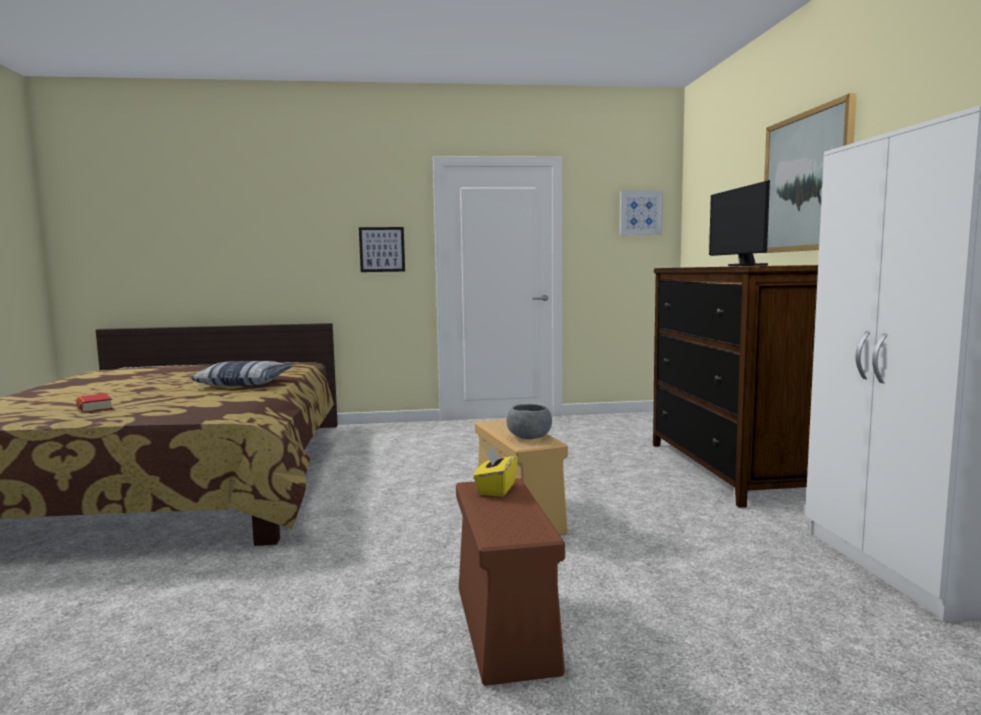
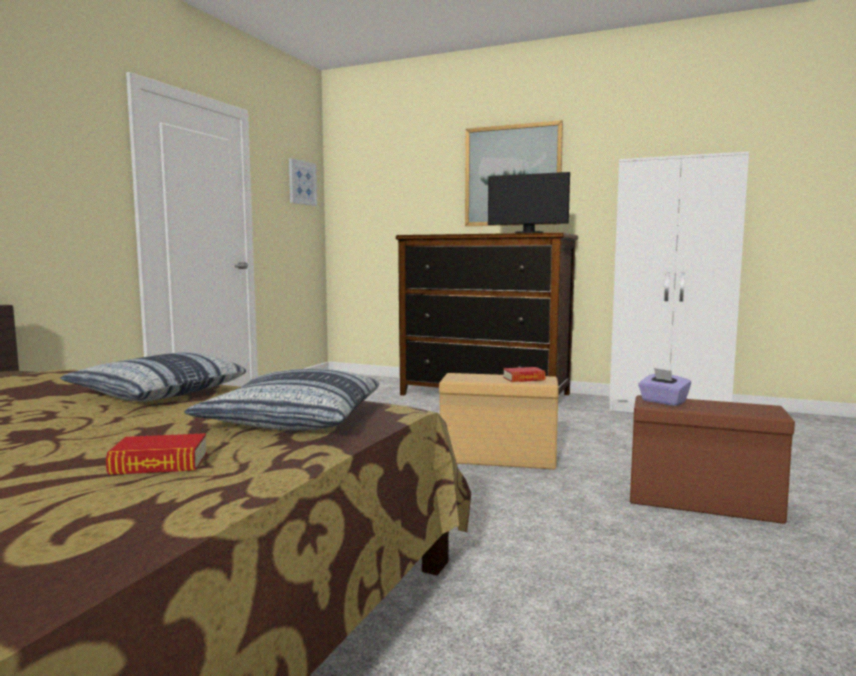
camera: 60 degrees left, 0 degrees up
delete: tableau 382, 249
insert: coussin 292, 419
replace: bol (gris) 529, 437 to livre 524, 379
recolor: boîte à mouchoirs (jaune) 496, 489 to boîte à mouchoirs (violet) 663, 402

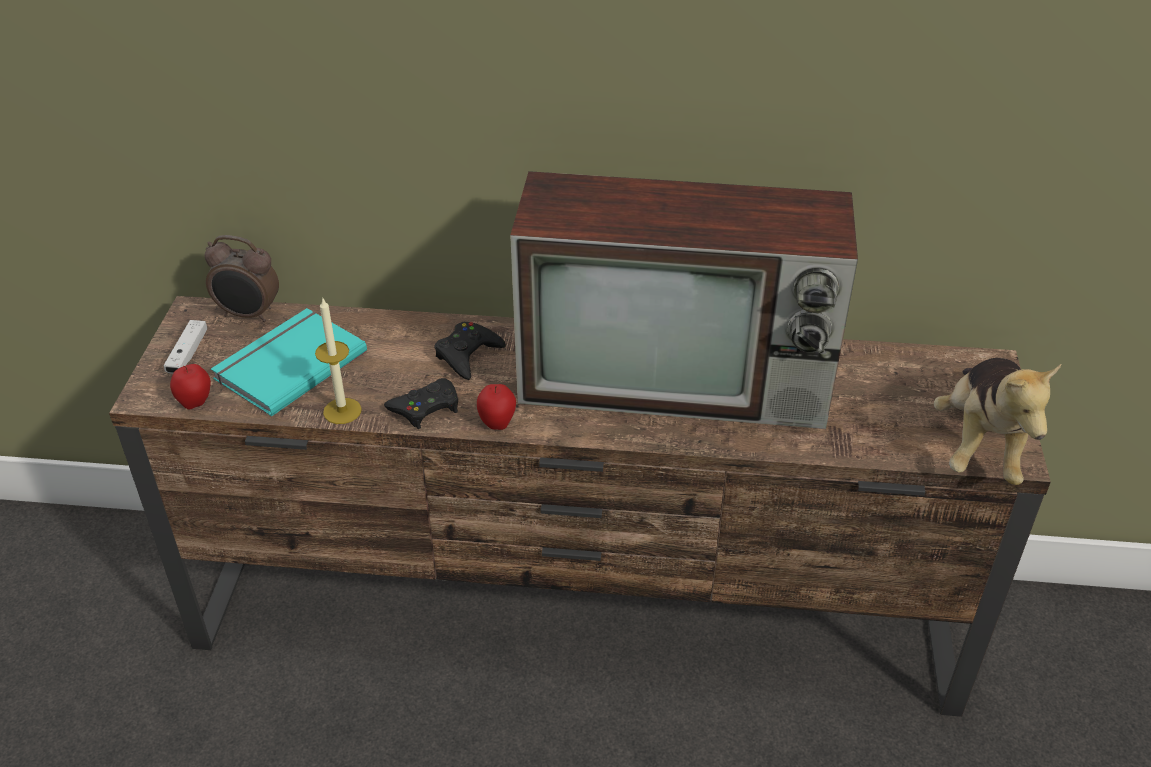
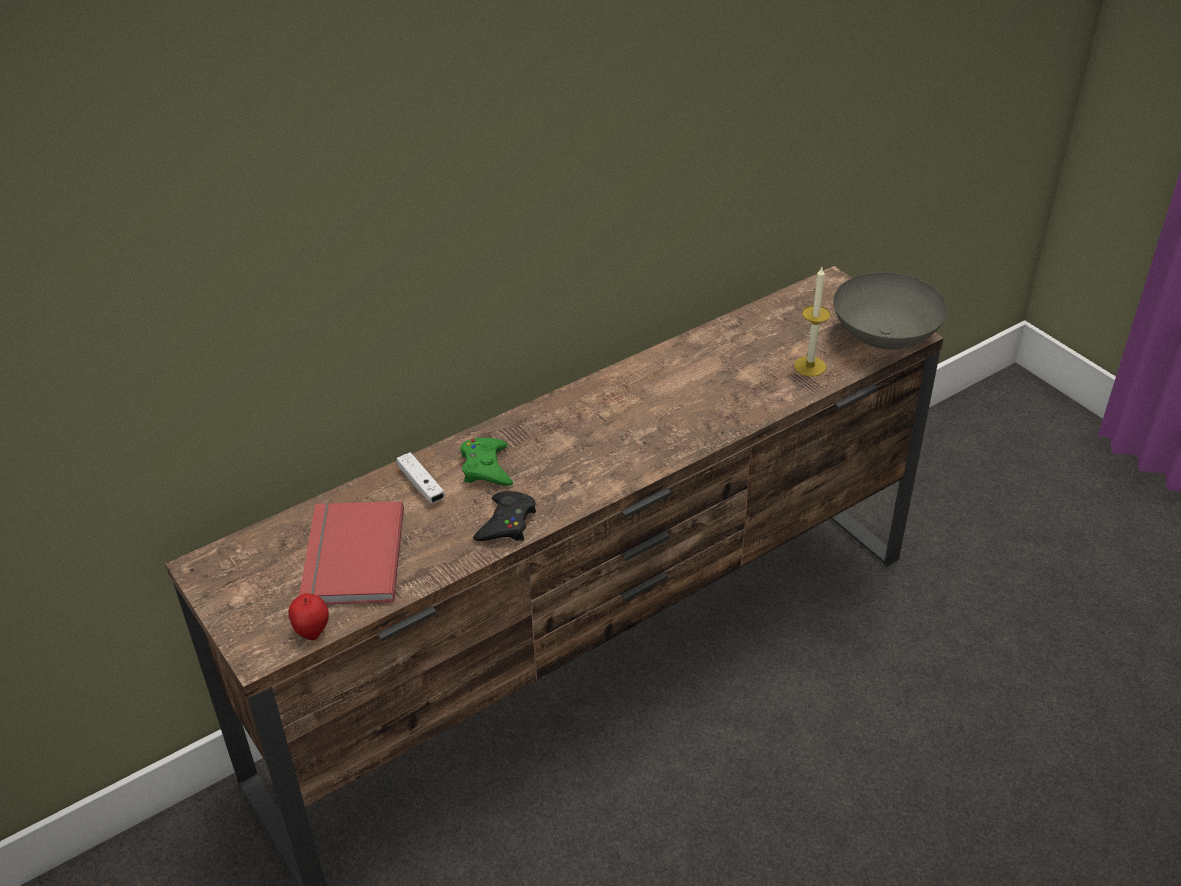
camera: 40 degrees left, 0 degrees up
delete: réveil 249, 315; pomme 497, 423; téléviseur 679, 379
move: manette (blanc) 188, 354 to 421, 485; bougie 342, 411 to 810, 366
replace: peluche 980, 445 to bol (gris) 883, 337
recolor: livre (turquoise) 287, 364 to livre (rouge) 349, 557; manette (noir) 467, 355 to manette (vert) 486, 467

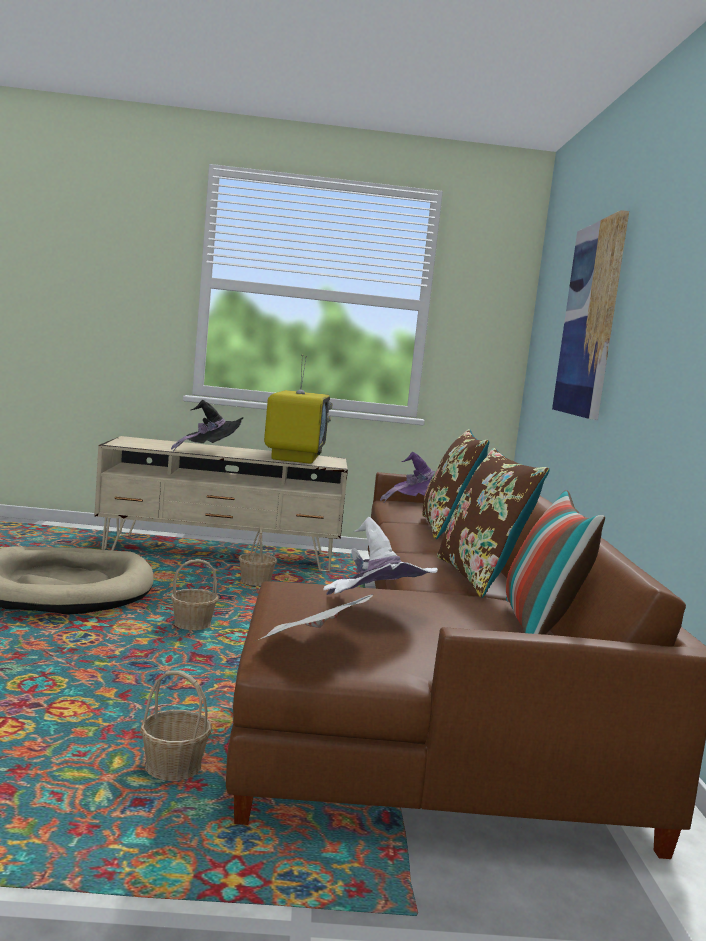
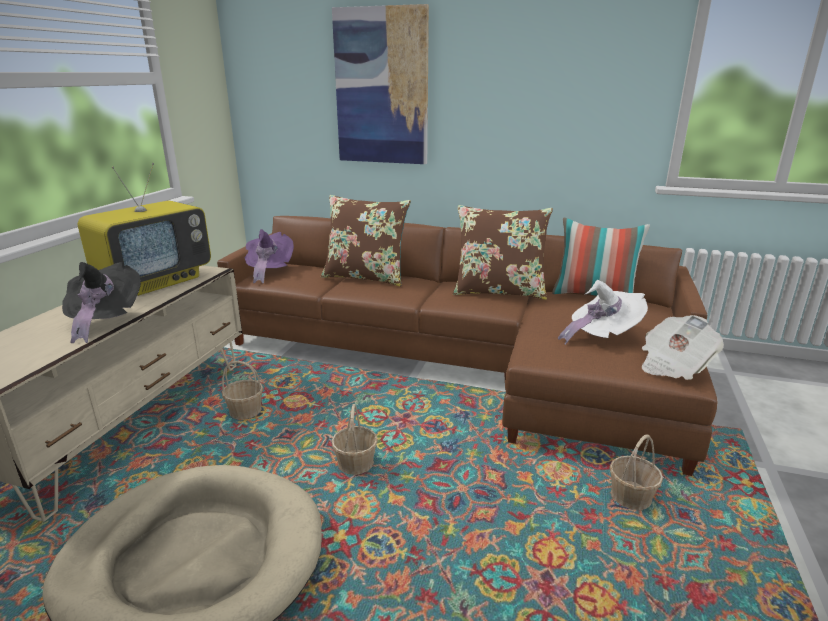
camera: 70 degrees left, 15 degrees up
rotate: téléviseur 295, 457 = 156, 281 105 degrees clockwise

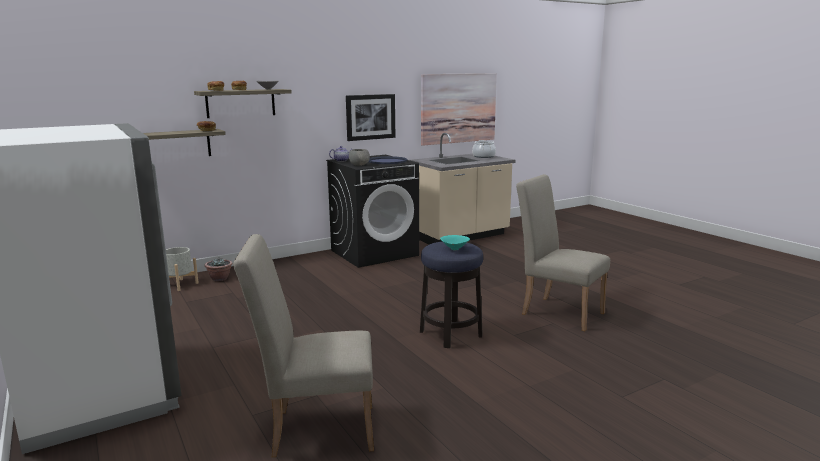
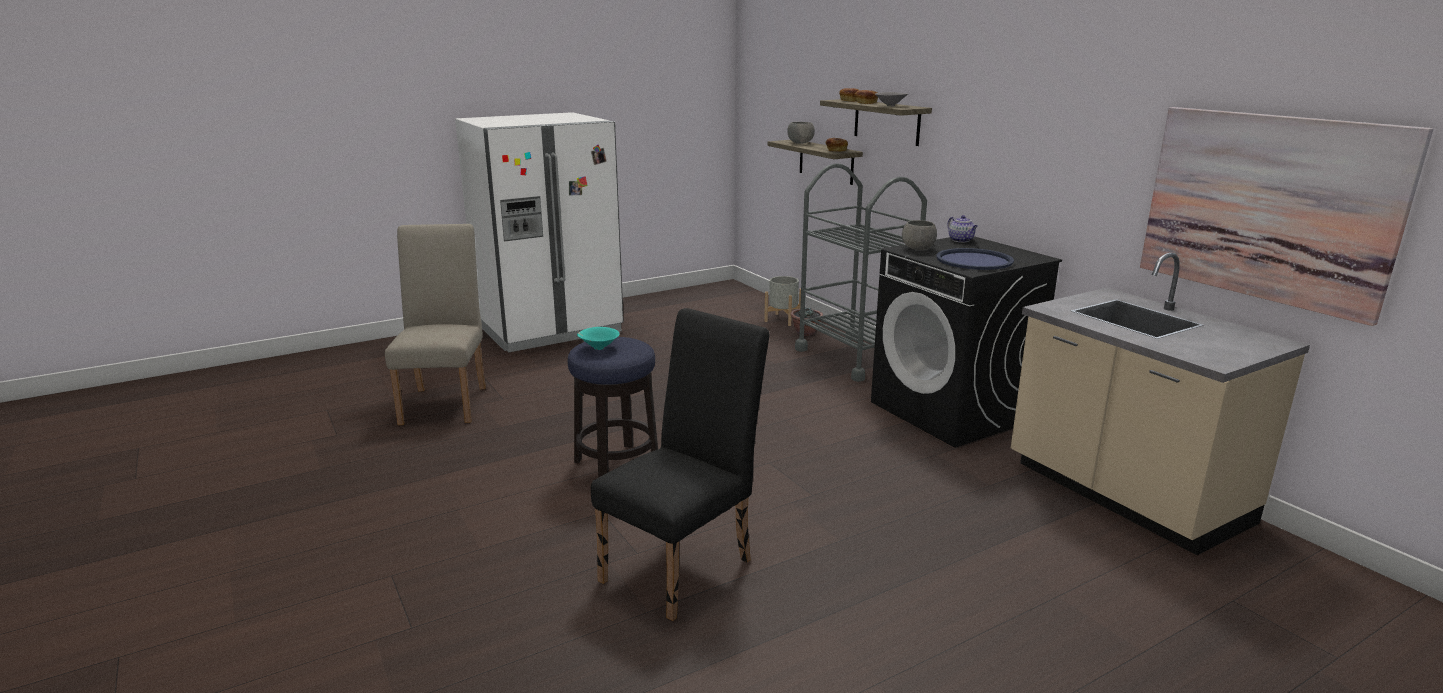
camera: 90 degrees right, 5 degrees up
delete: tableau 370, 117; marmite 483, 156
insert: bol (gris) 800, 143; chariot (gris) 854, 357
recolor: chaise (beige) 557, 311 to chaise (noir) 685, 564

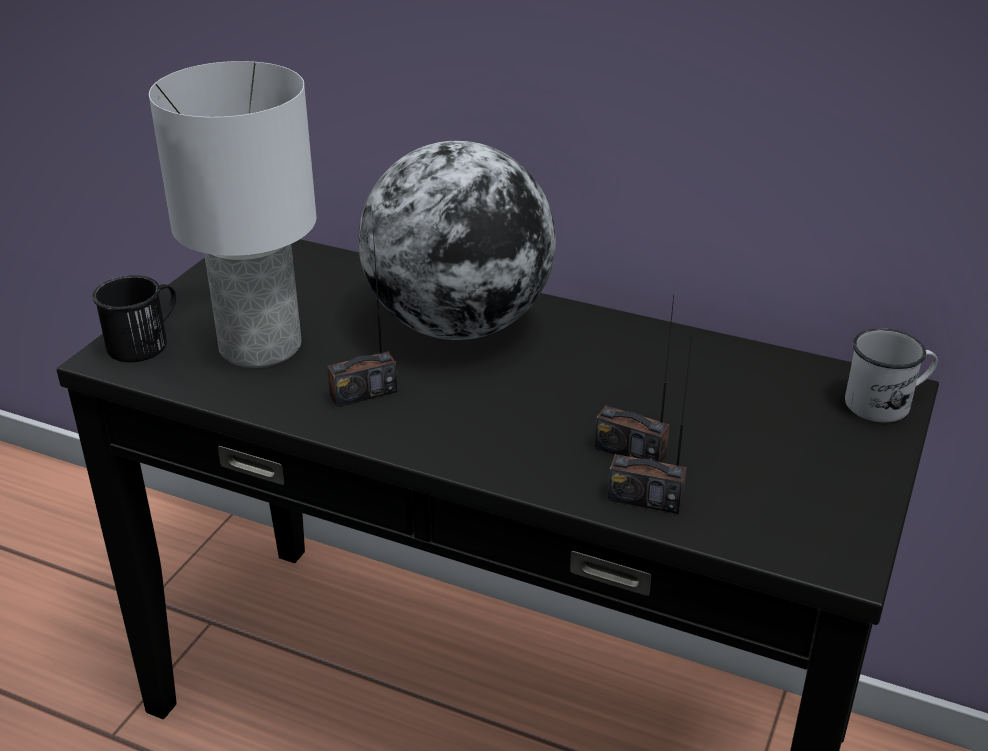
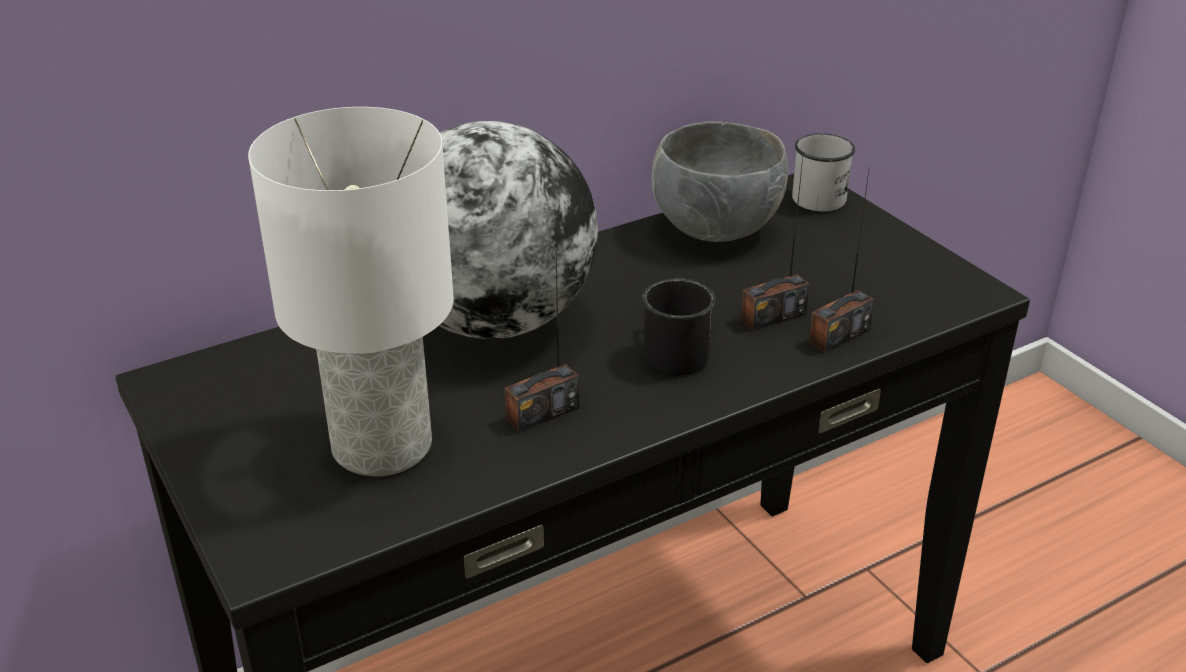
camera: 55 degrees left, 0 degrees up
insert: bol (gris) 714, 229
move: mug (noir) 145, 342 to 672, 351
rotate: radio 363, 393 = 542, 413 45 degrees clockwise

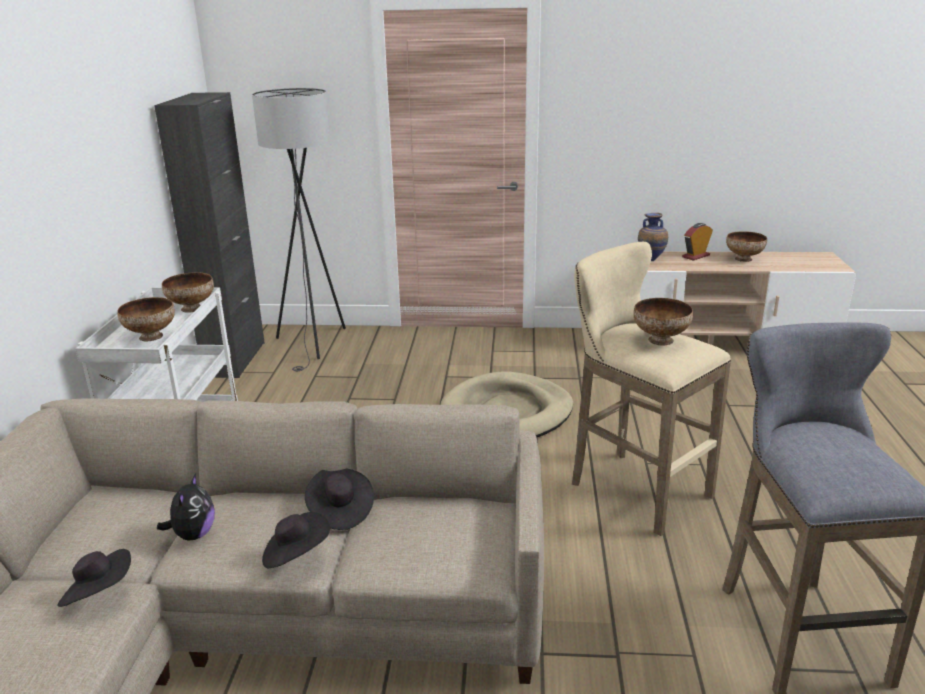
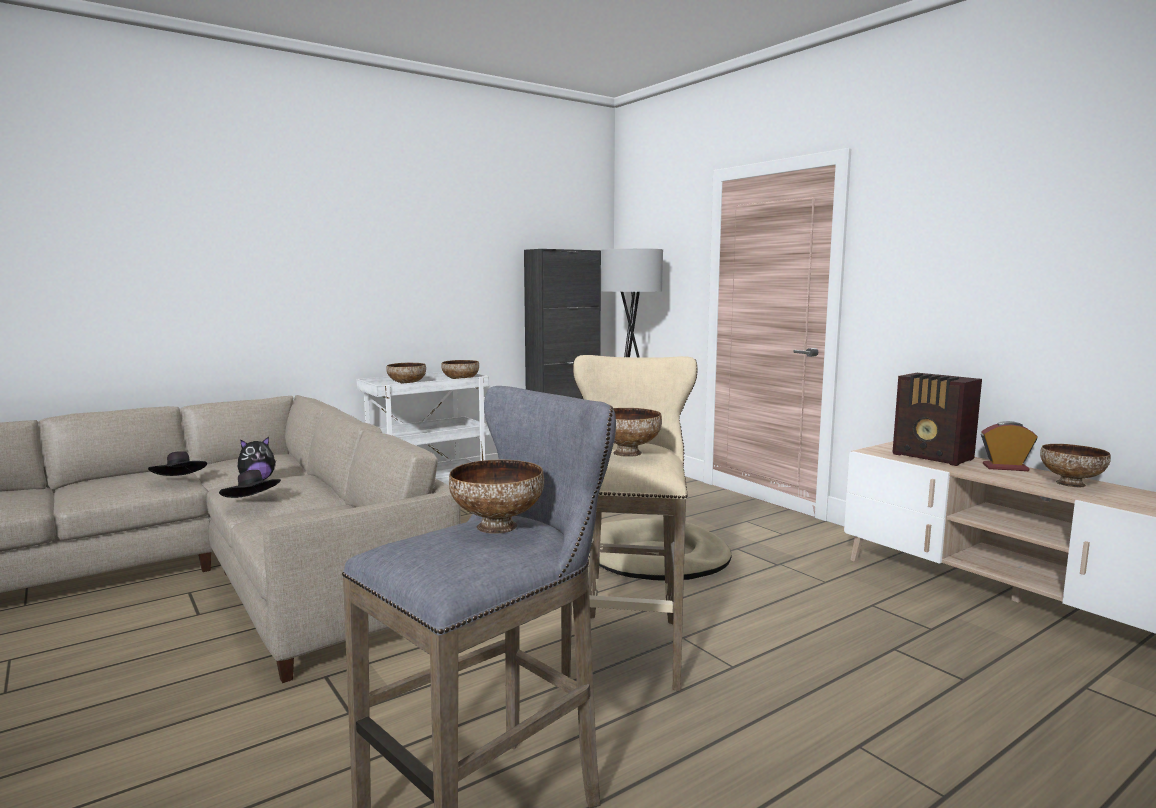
camera: 50 degrees right, 15 degrees down
delete: chapeau (noir) 340, 511
insert: bol 499, 526
replace: vase 651, 260 to radio 933, 457

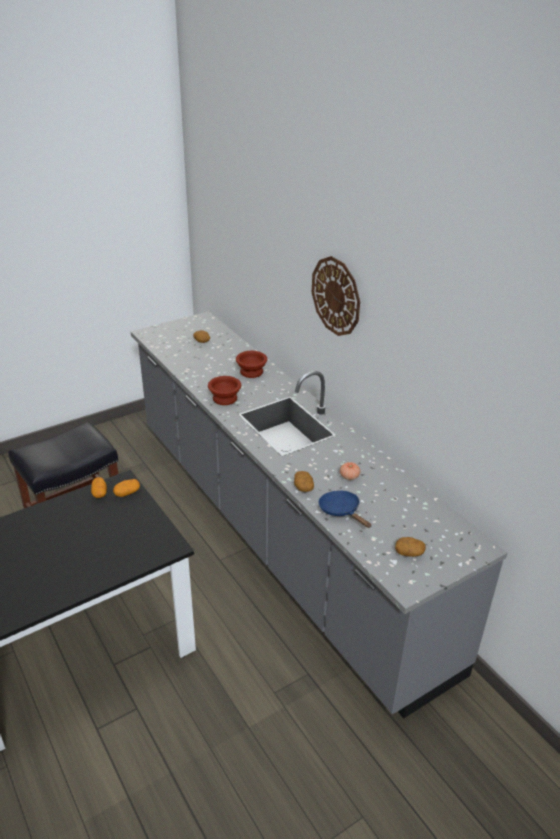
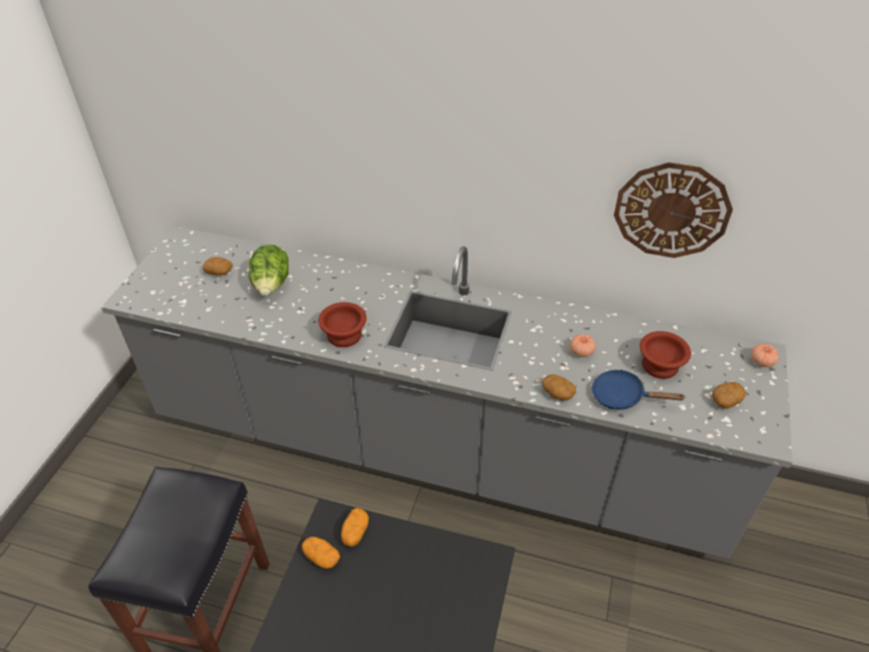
camera: 40 degrees left, 10 degrees up
insert: laitue 272, 286; tomate 761, 361
move: horloge murale 336, 296 to 671, 210; bol (marron) 252, 372 to 661, 365

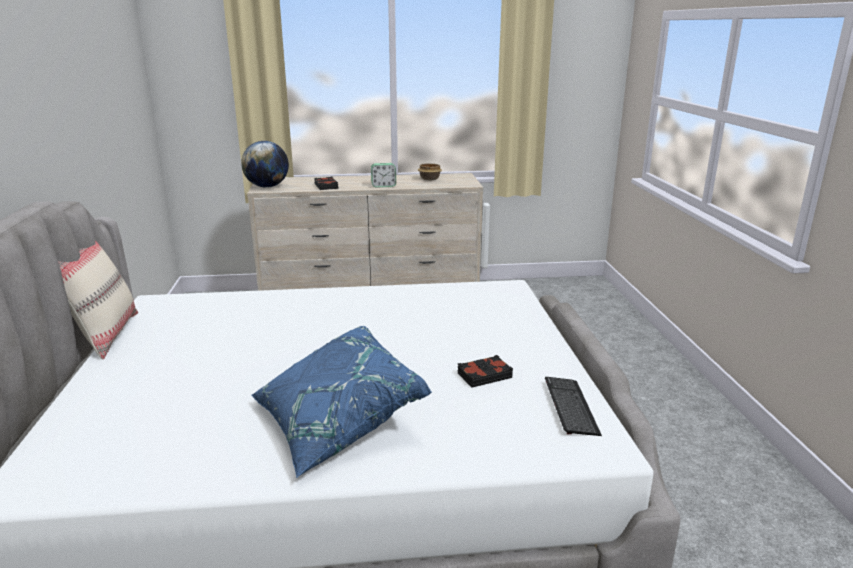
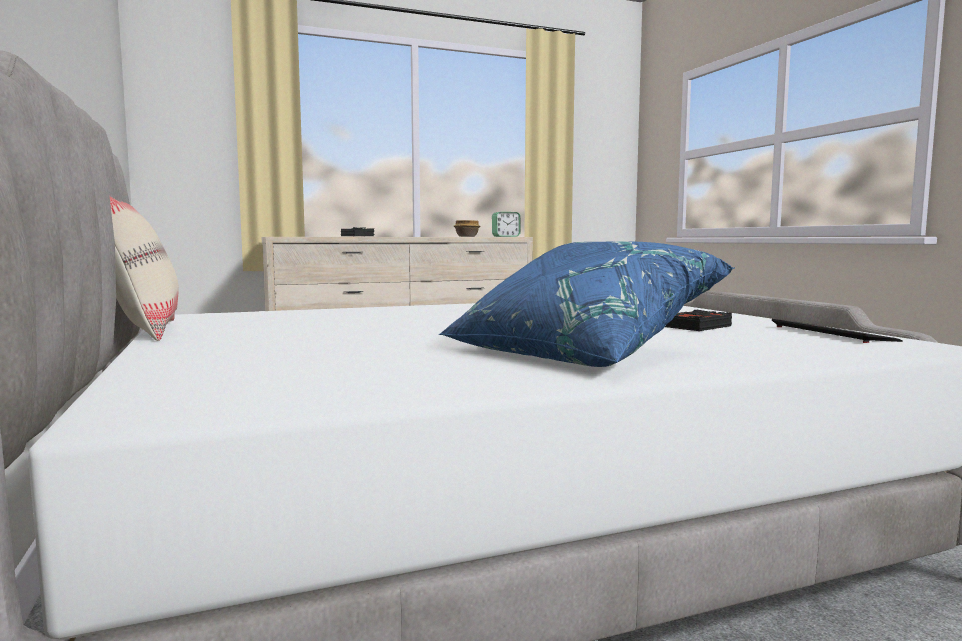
camera: 15 degrees left, 15 degrees down
delete: globe 267, 187
move: réveil 383, 186 to 506, 236

